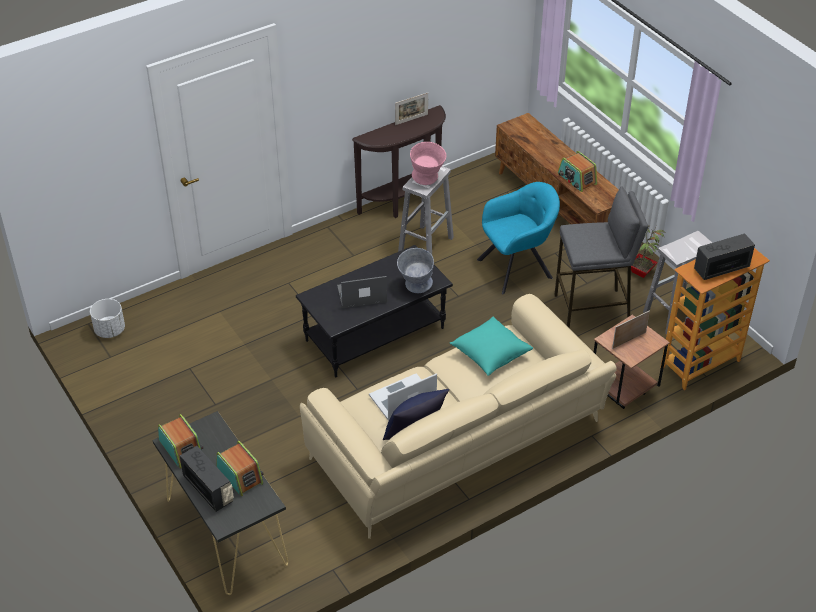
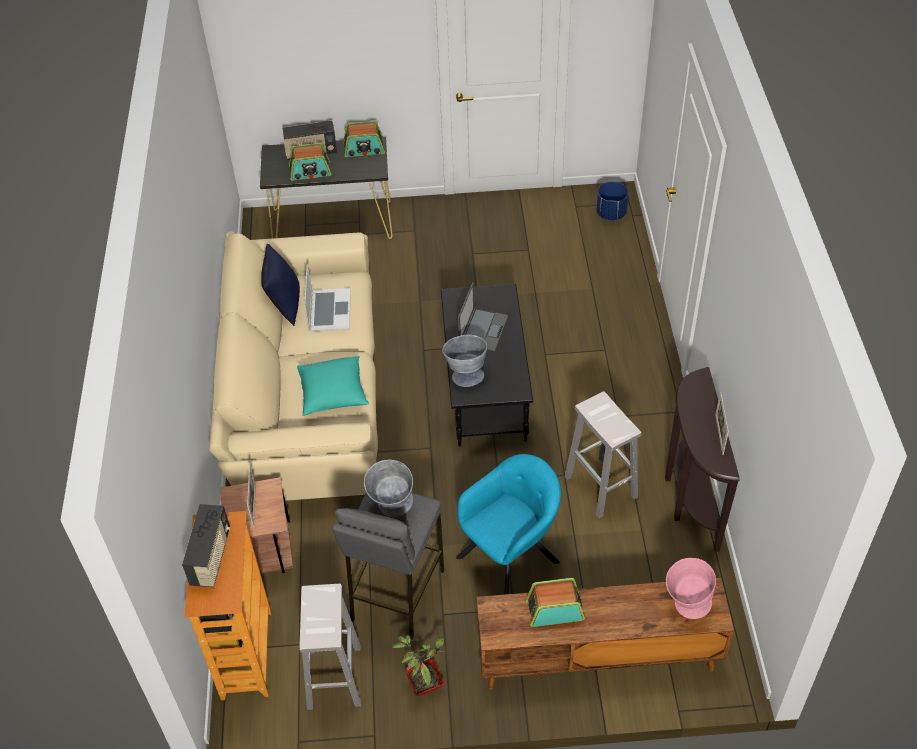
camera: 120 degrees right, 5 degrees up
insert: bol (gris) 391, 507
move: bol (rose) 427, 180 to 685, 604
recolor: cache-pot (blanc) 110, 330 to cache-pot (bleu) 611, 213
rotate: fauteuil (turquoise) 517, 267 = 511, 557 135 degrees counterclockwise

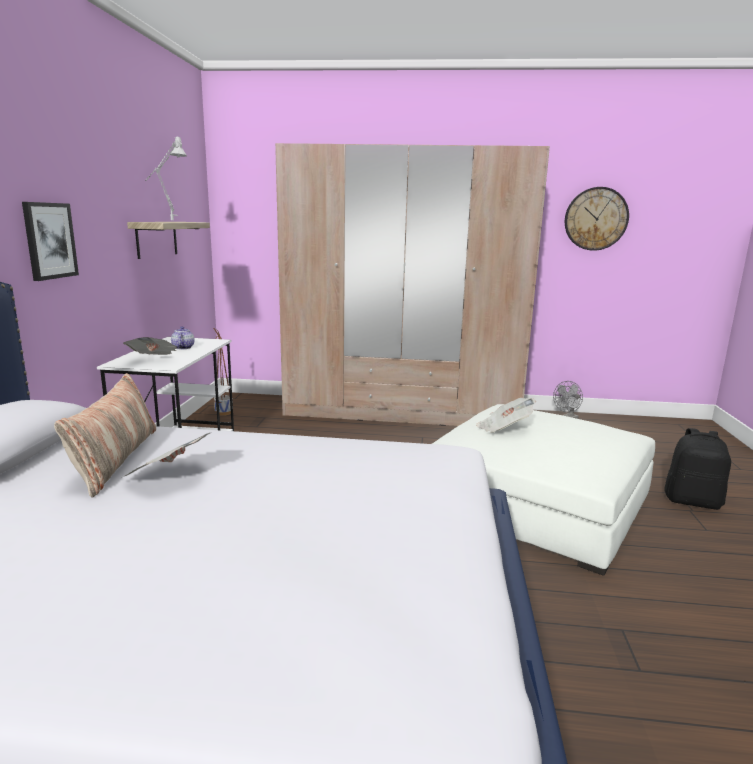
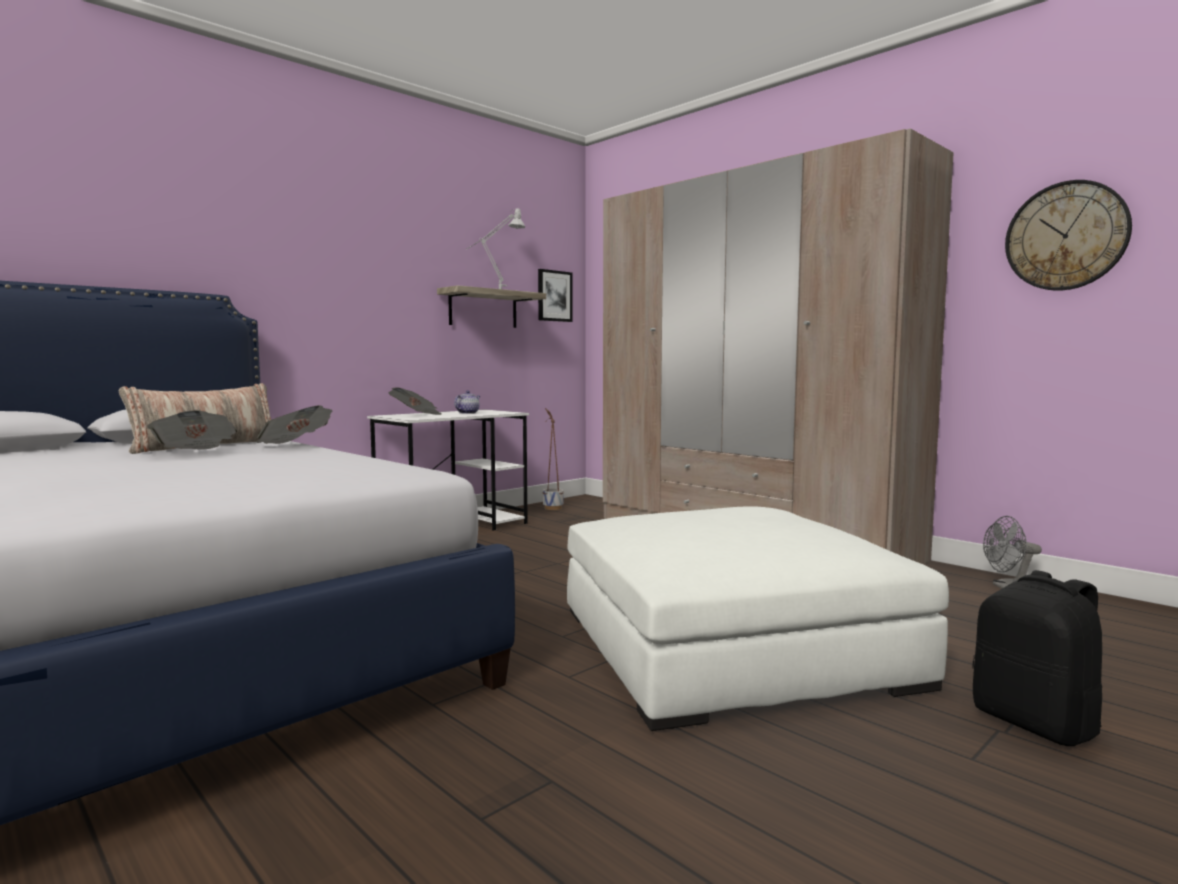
camera: 40 degrees right, 10 degrees down
move: journal 504, 428 to 295, 446; tableau 49, 240 to 554, 296

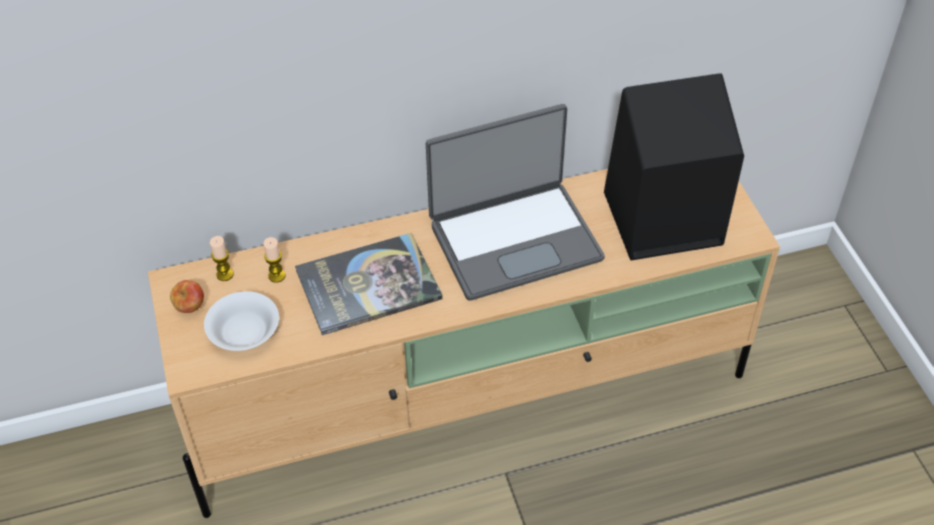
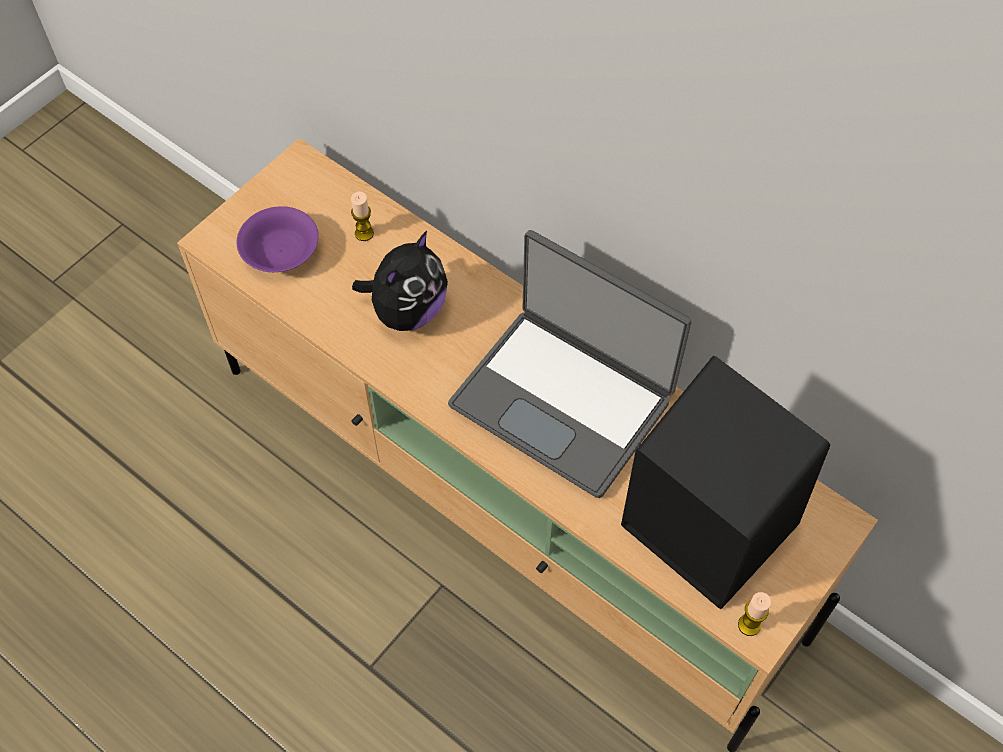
camera: 55 degrees right, 10 degrees up
delete: pomme 190, 307
move: bougie 225, 274 to 749, 625
replace: livre 368, 285 to peluche 407, 311
recolor: bol (blanc) 245, 333 to bol (violet) 281, 253

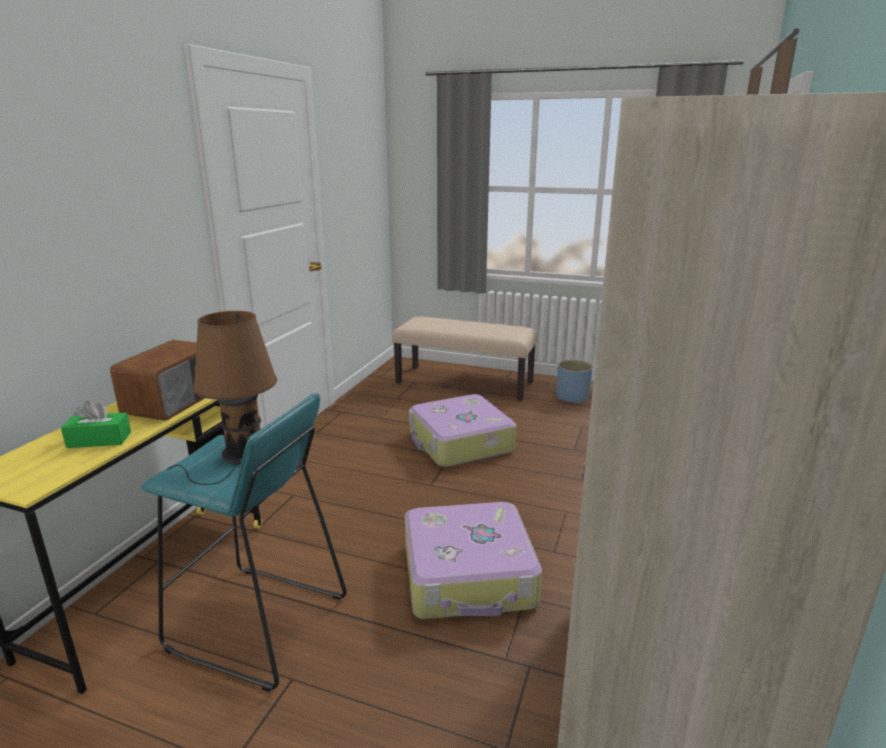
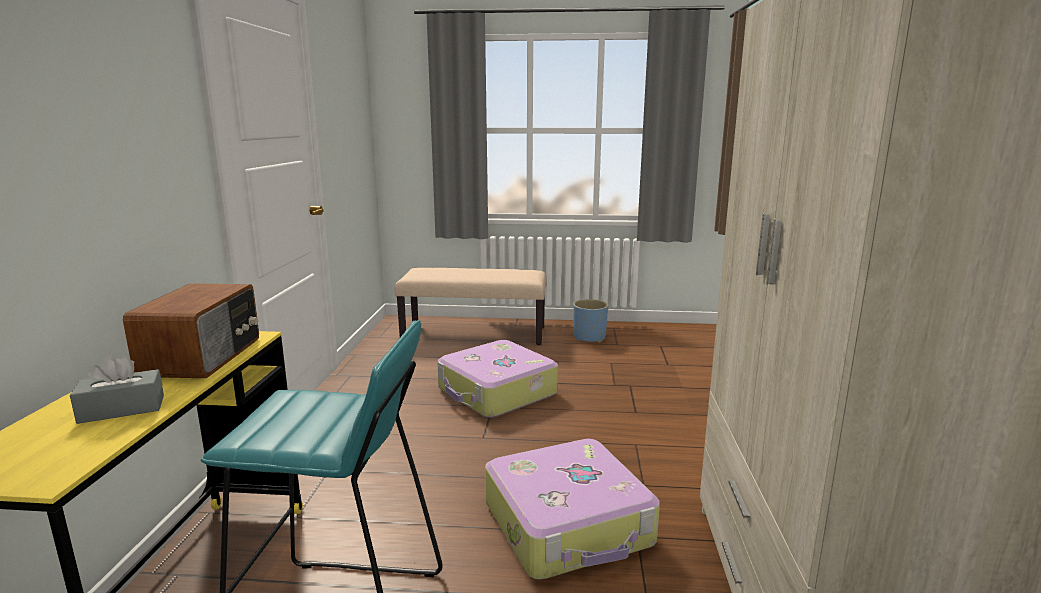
camera: 15 degrees left, 5 degrees down
delete: lampe de table (marron) 240, 456
recolor: boîte à mouchoirs (vert) 99, 440 to boîte à mouchoirs (gris) 122, 409

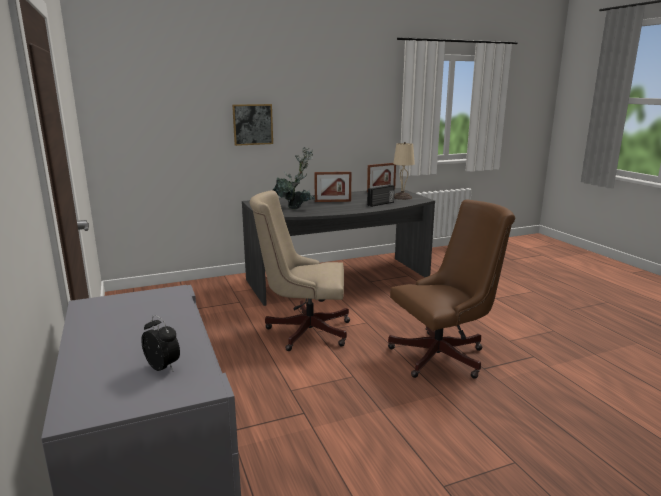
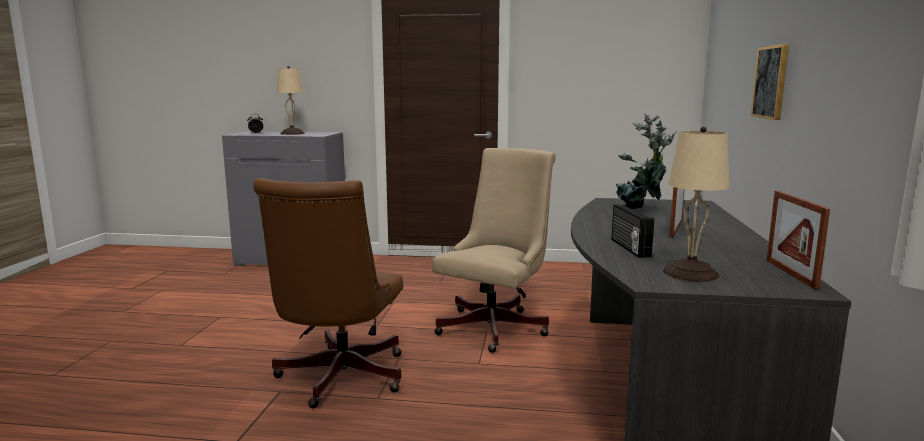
camera: 120 degrees right, 5 degrees down
insert: lampe de table (beige) 292, 133

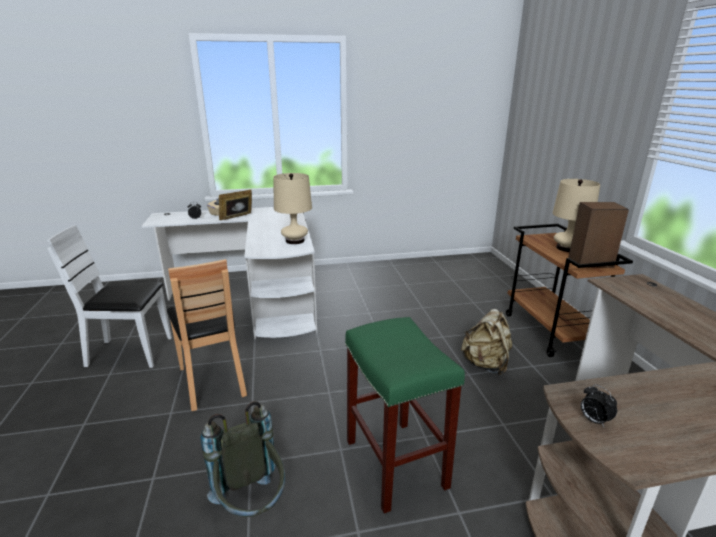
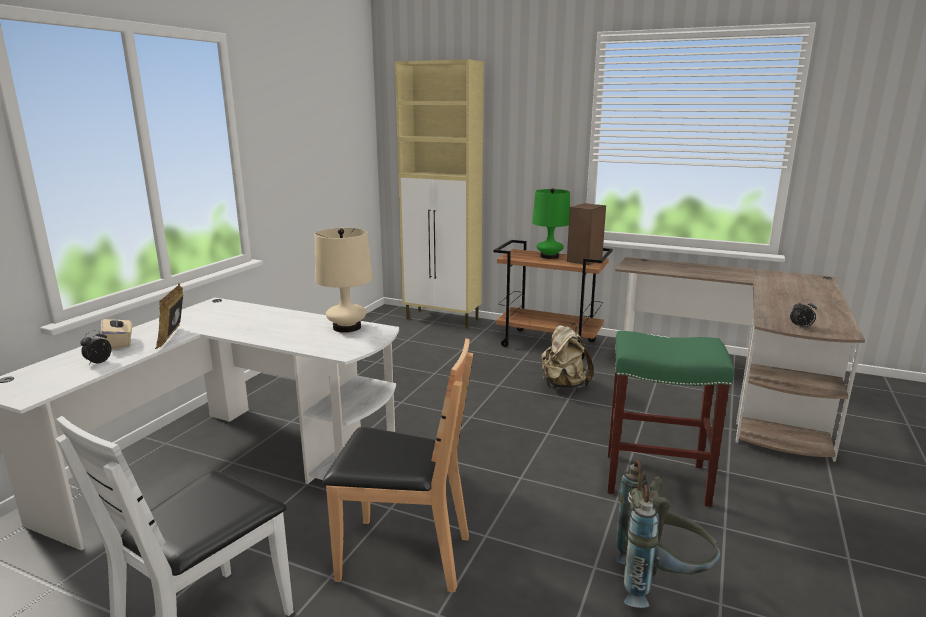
camera: 55 degrees left, 5 degrees down
insert: meuble de rangement (beige) 443, 319
recolor: lampe de table (beige) 566, 248 to lampe de table (vert) 549, 256

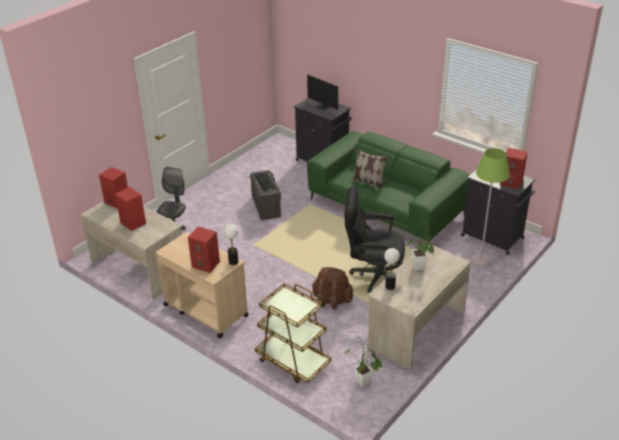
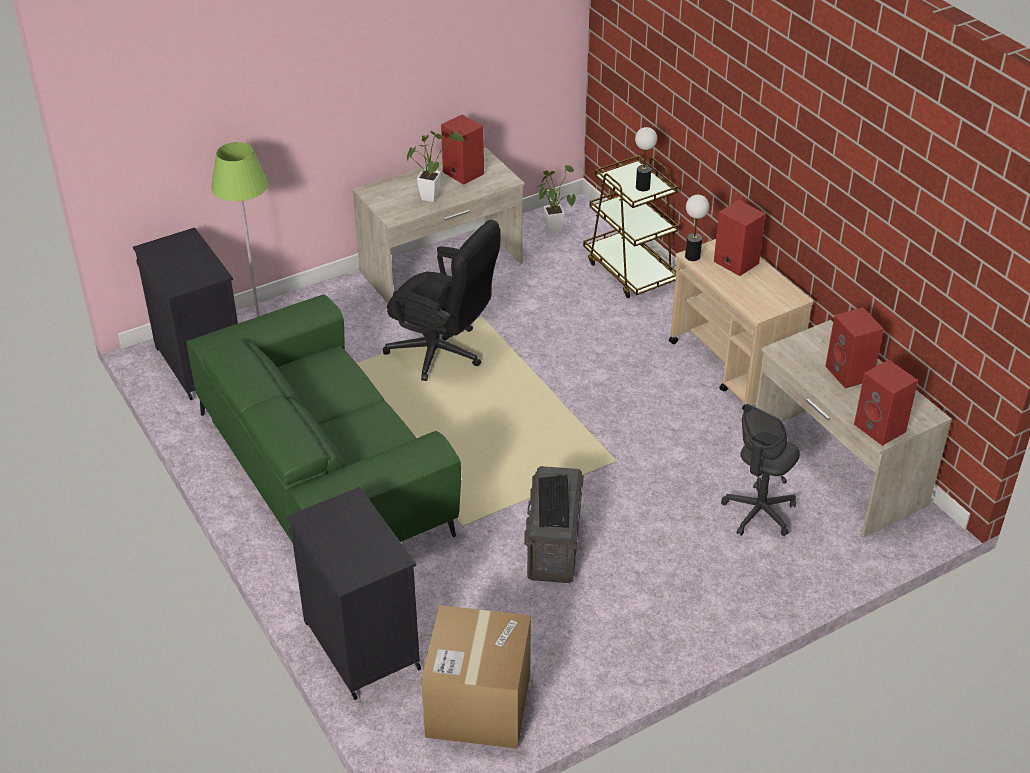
camera: 160 degrees left, 5 degrees up
delete: écran d'ordinateur 323, 106; sac à dos (marron) 332, 300; coussin 368, 182
insert: carton 478, 705
move: enceinte (rouge) 512, 182 to 462, 173; lampe de table 390, 286 to 642, 187

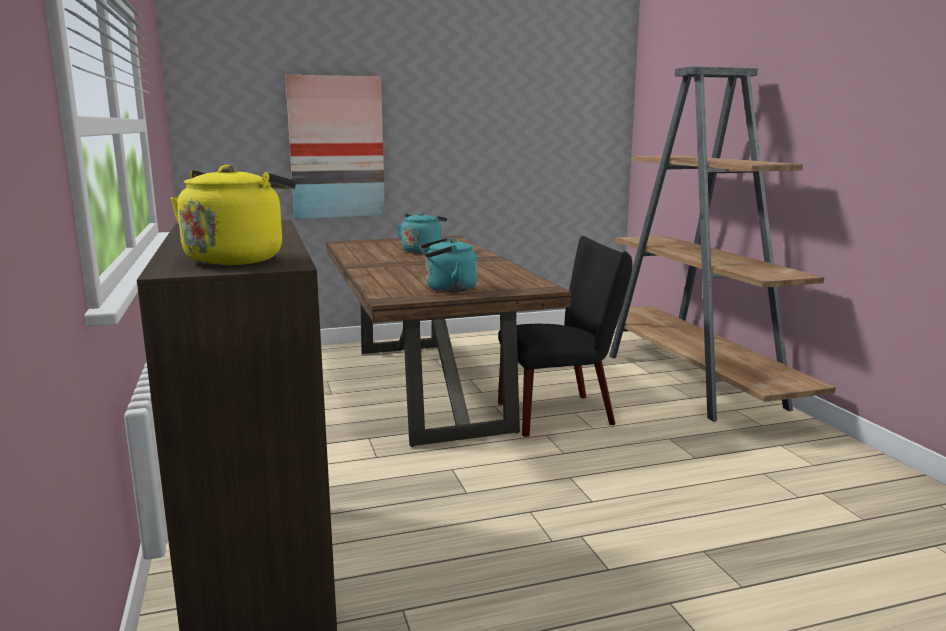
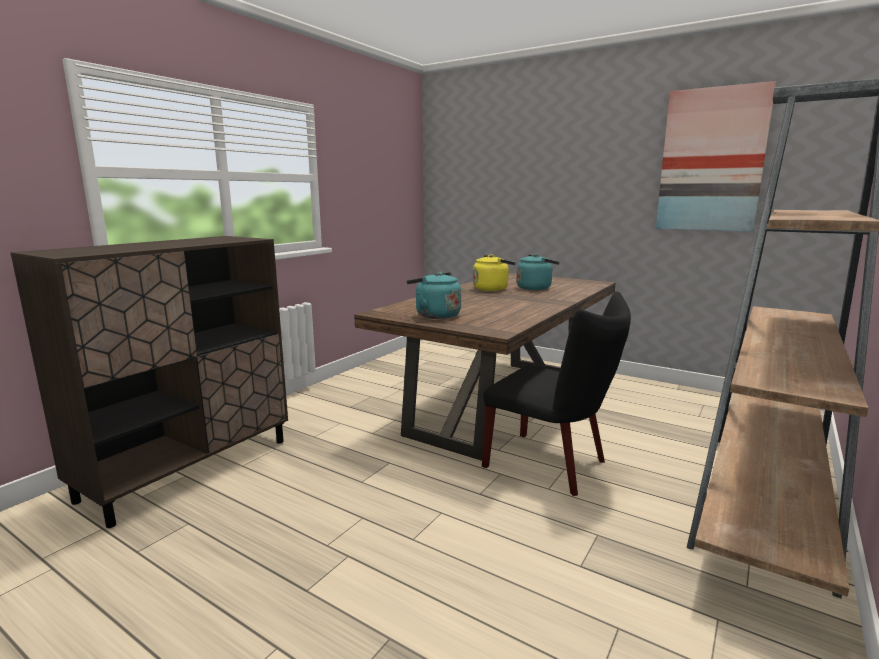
camera: 50 degrees right, 0 degrees up
move: bouilloire (jaune) 237, 259 to 492, 289; tableau 336, 147 to 711, 160

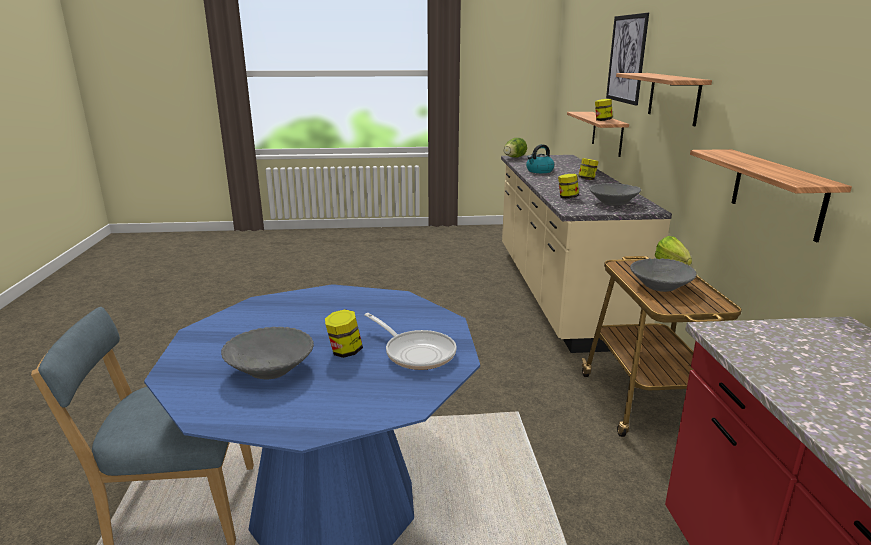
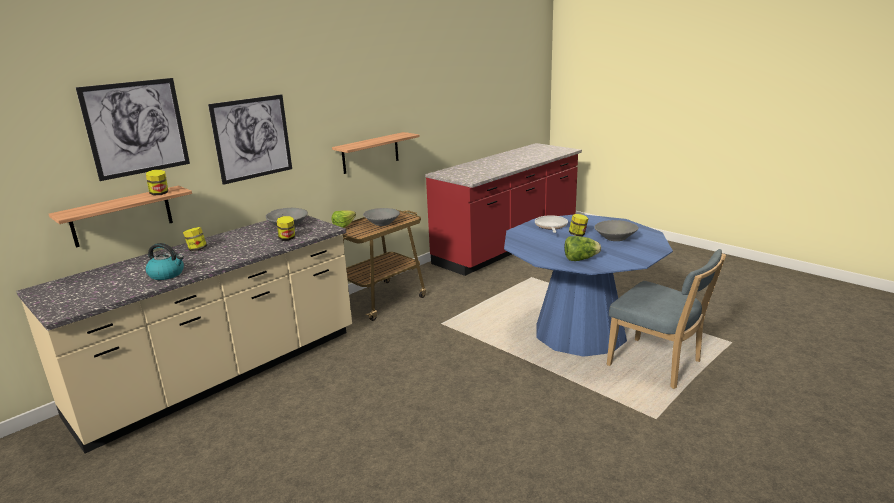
camera: 130 degrees left, 0 degrees up
move: laitue 514, 158 to 580, 259
replace: étagère 673, 98 to tableau 252, 138

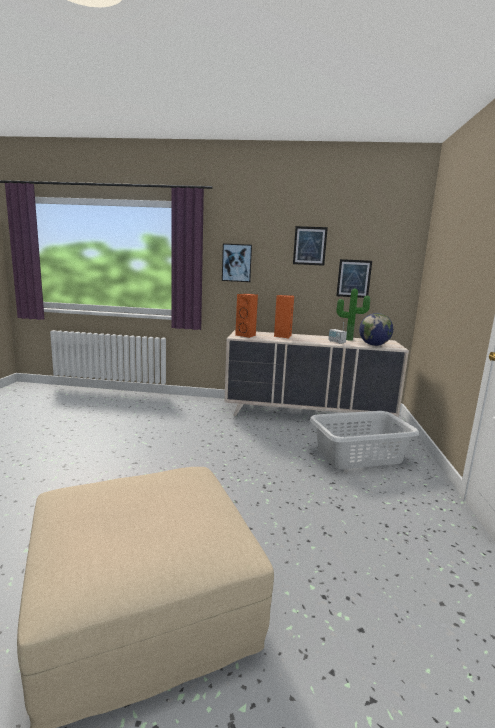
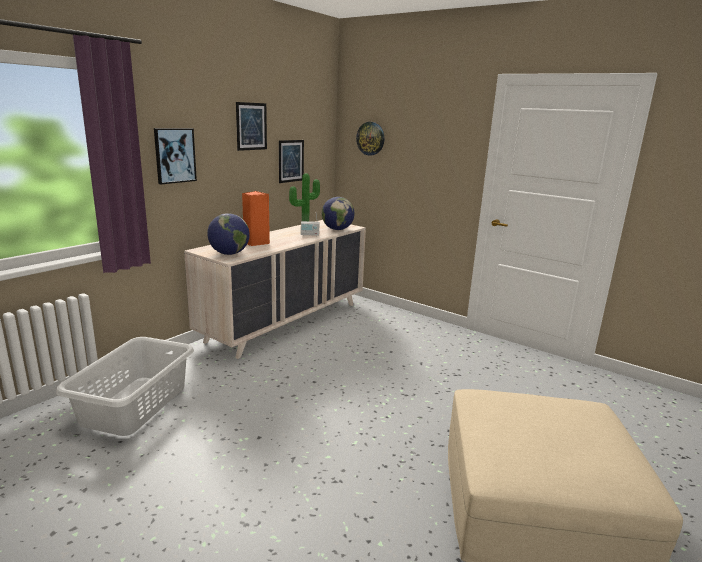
camera: 60 degrees left, 5 degrees up
insert: horloge murale 370, 138
move: panier à linge (gris) 359, 456 to 136, 404
replace: enceinte (orange) 246, 335 to globe 229, 254

